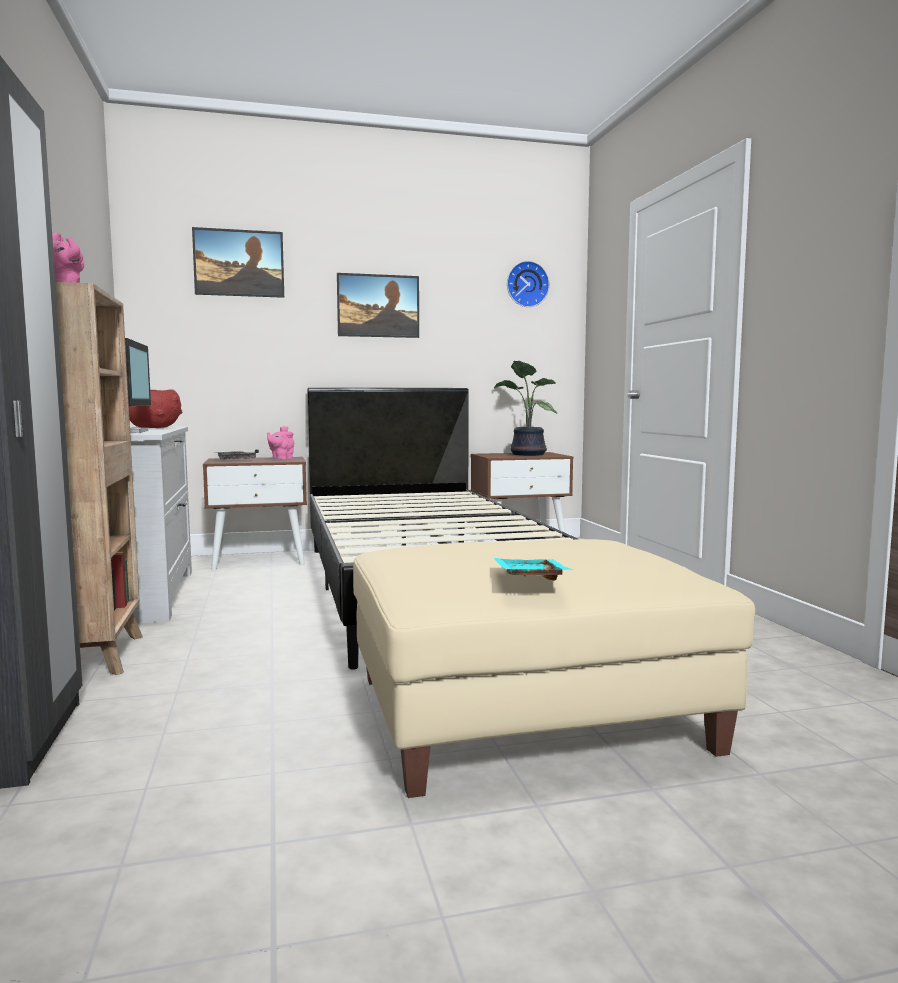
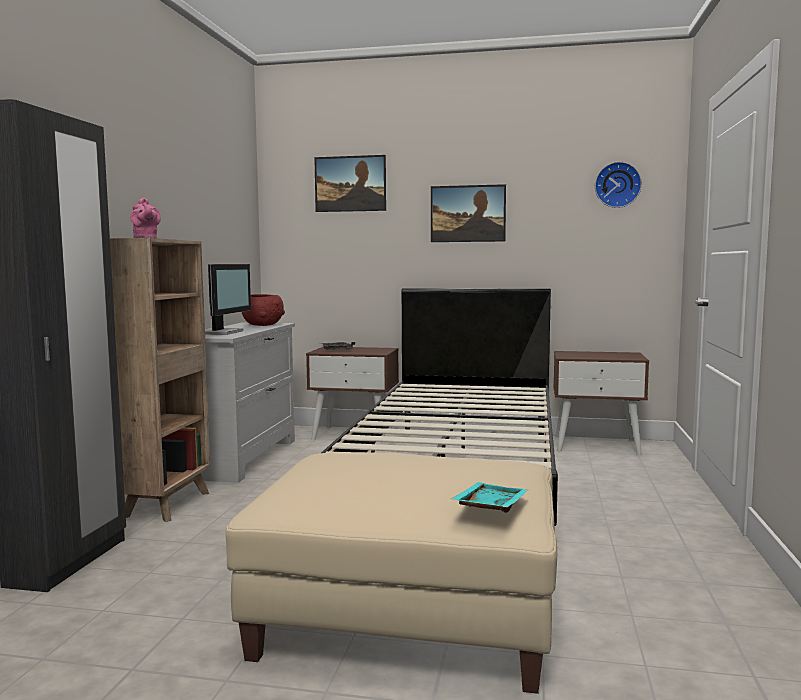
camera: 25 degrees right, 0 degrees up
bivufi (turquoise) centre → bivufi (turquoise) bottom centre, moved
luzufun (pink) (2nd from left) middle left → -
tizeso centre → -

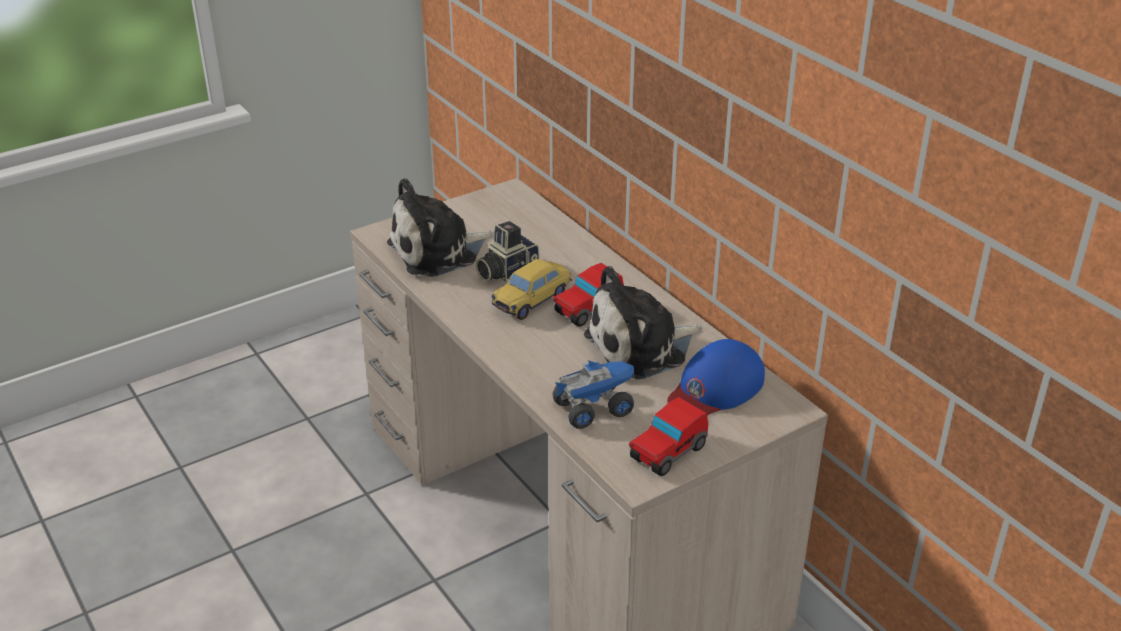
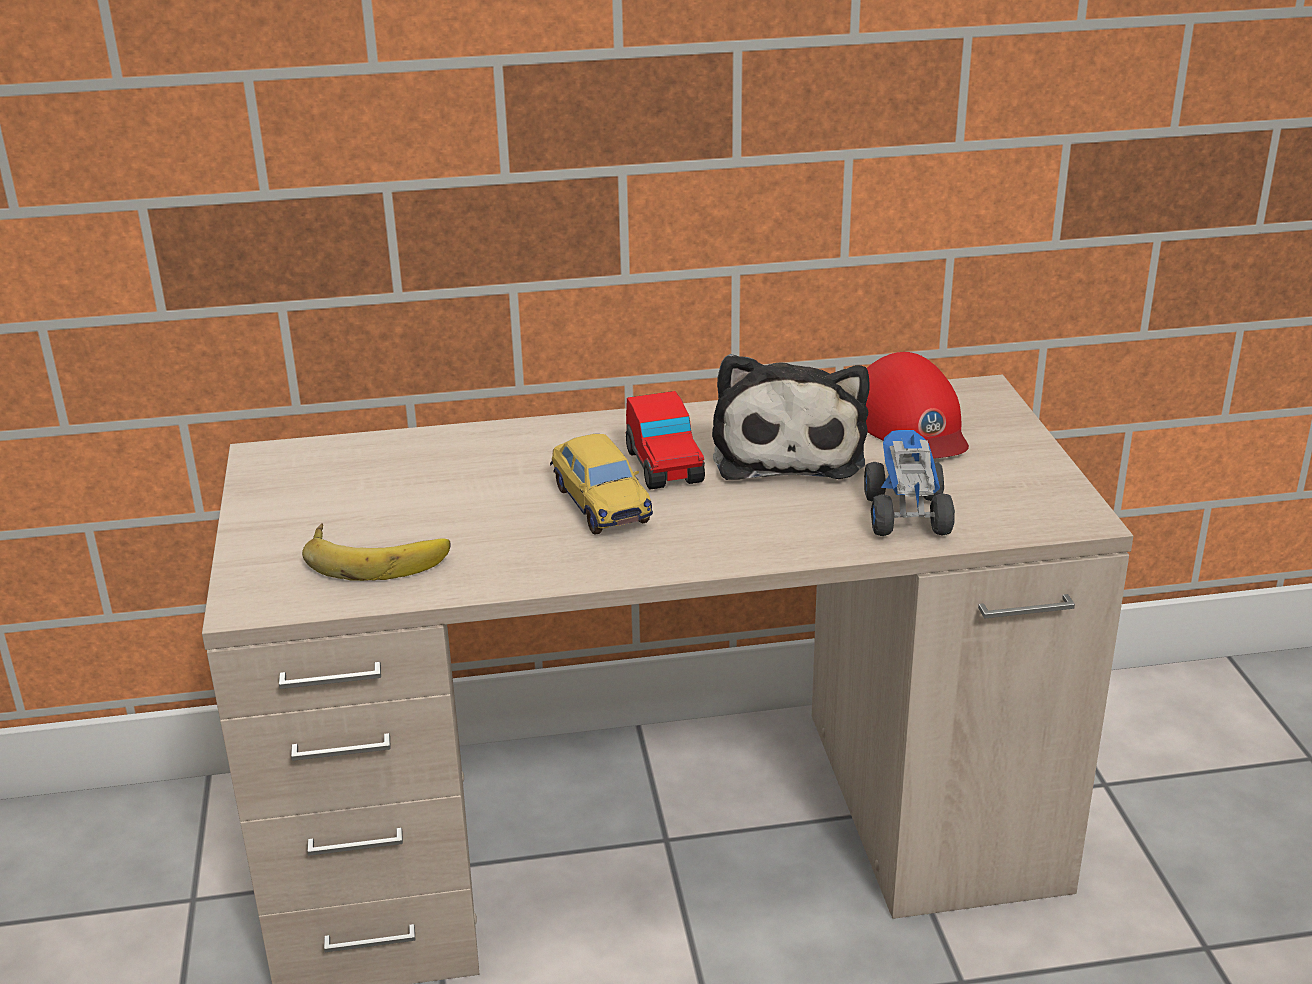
camera: 65 degrees left, 5 degrees down
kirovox (1st from left) centre → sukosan middle left
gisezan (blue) centre → gisezan (red) middle right
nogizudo centre → -
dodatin (3rd from left) bottom centre → -

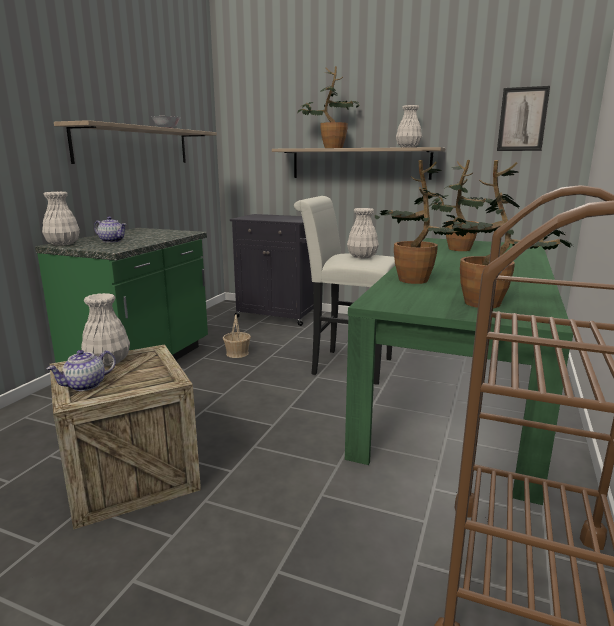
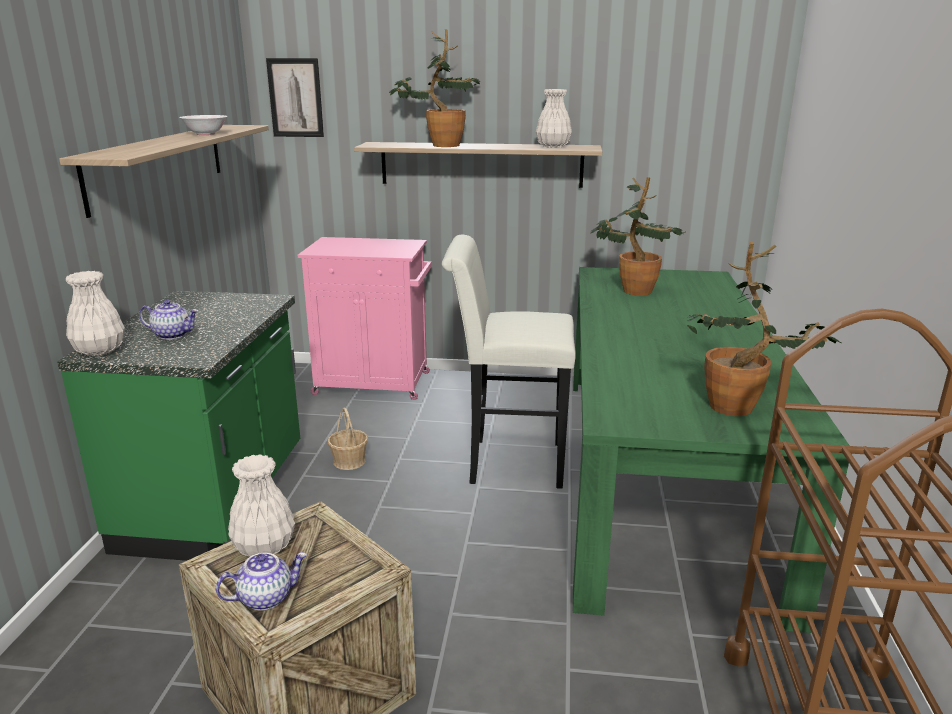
camera: 15 degrees left, 5 degrees up
luzufun (1st from left in the first image) middle left → luzufun (2nd from left) bottom left, 150 degrees counterclockwise
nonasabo top right → nonasabo top left, moved
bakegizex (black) centre → bakegizex (pink) centre
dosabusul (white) (3rd from left) centre → -
tizeso (2nd from left) middle right → -

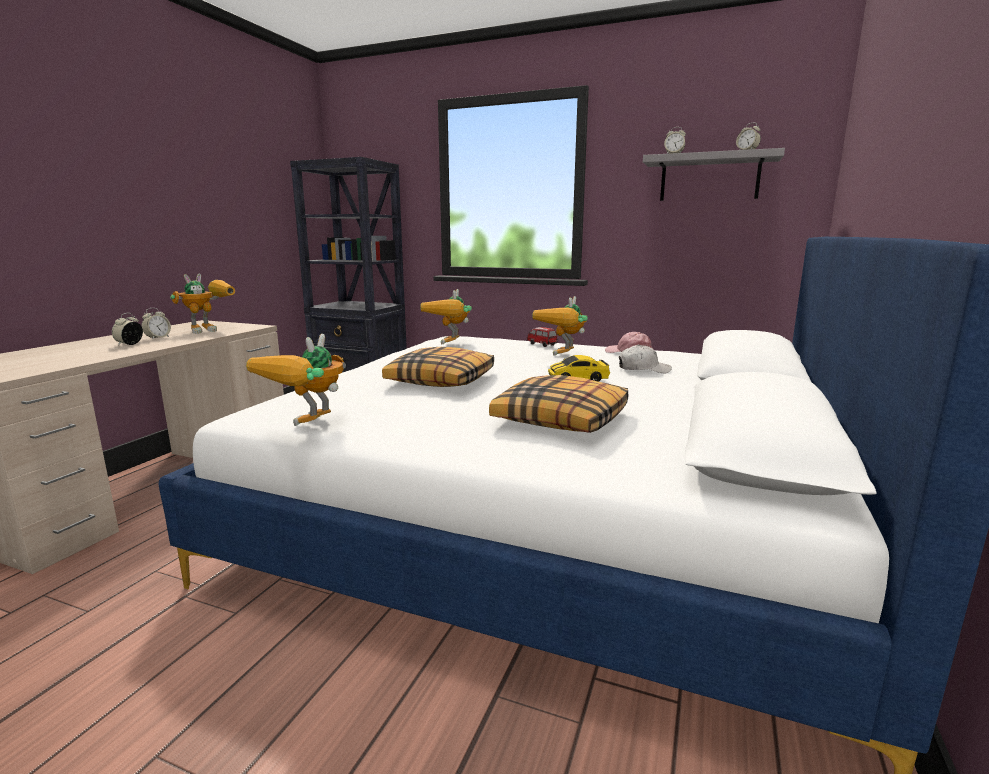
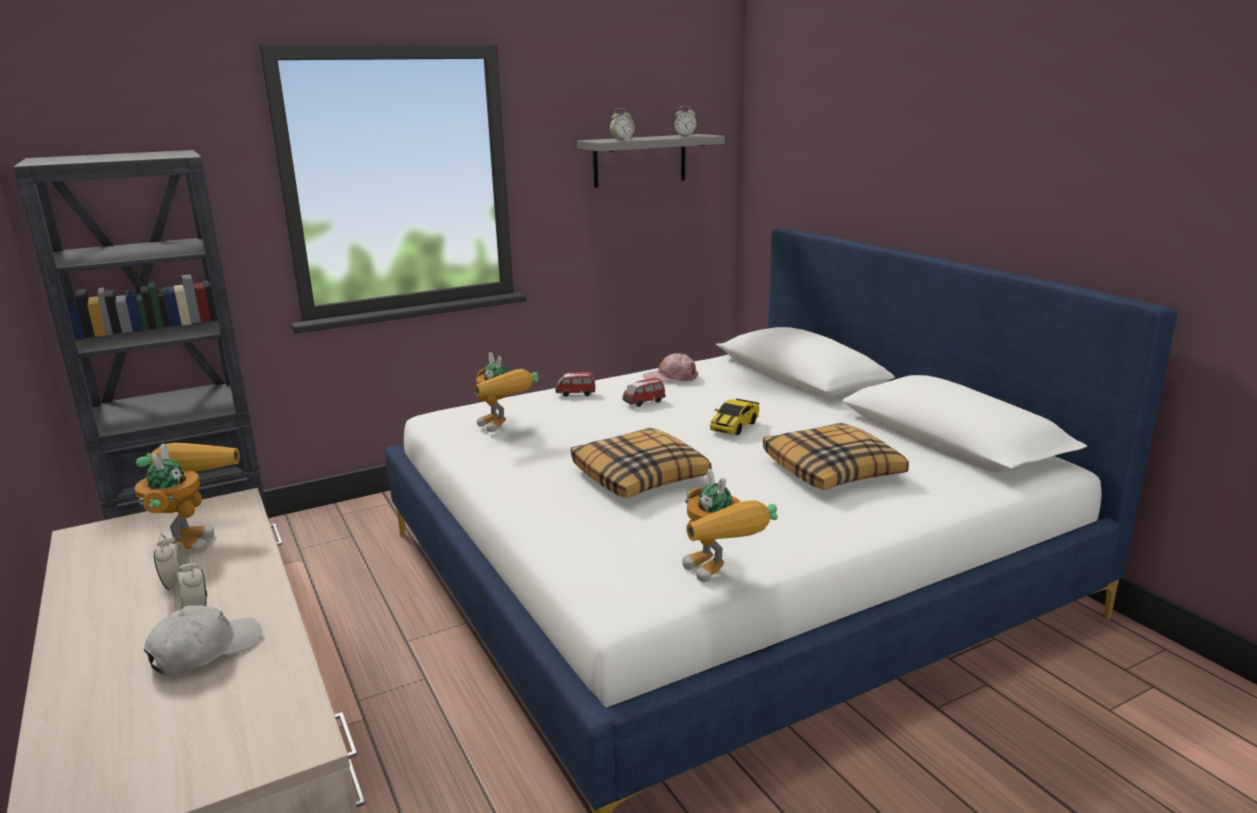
camera: 50 degrees left, 5 degrees up
gisezan (white) centre → gisezan (white) bottom left, moved
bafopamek (4th from left) centre → dodatin (2nd from left) centre

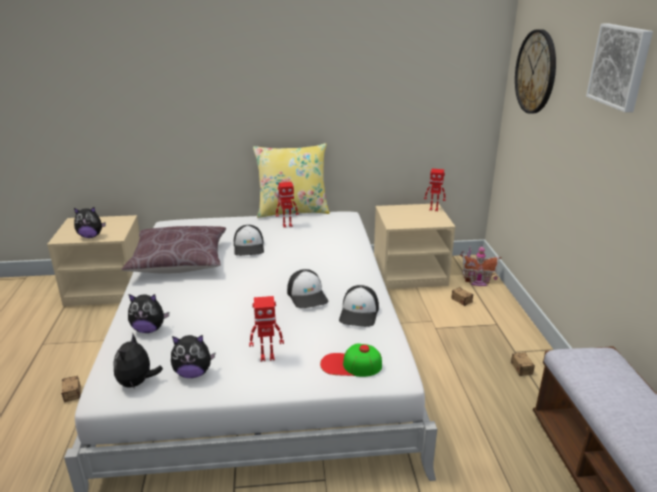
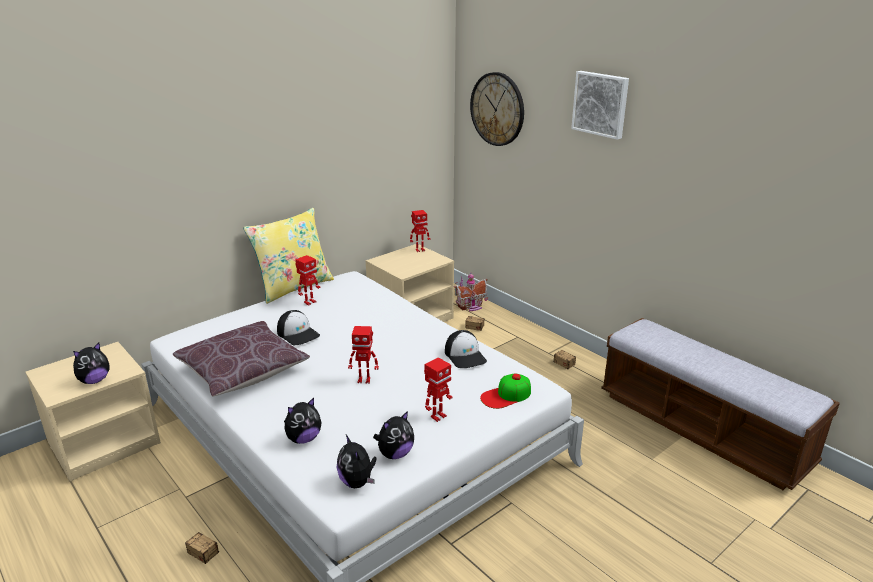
camera: 35 degrees left, 0 degrees up
- → bafopamek (2nd from left) centre
gisezan (2nd from left) centre → -

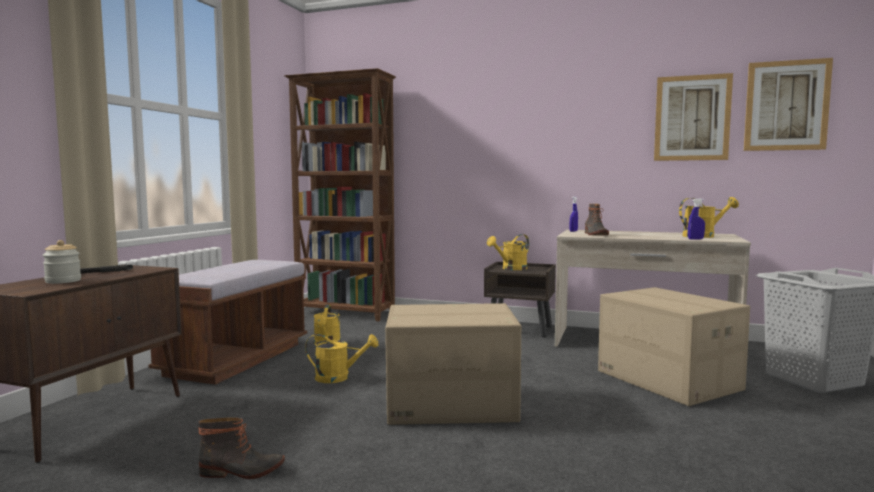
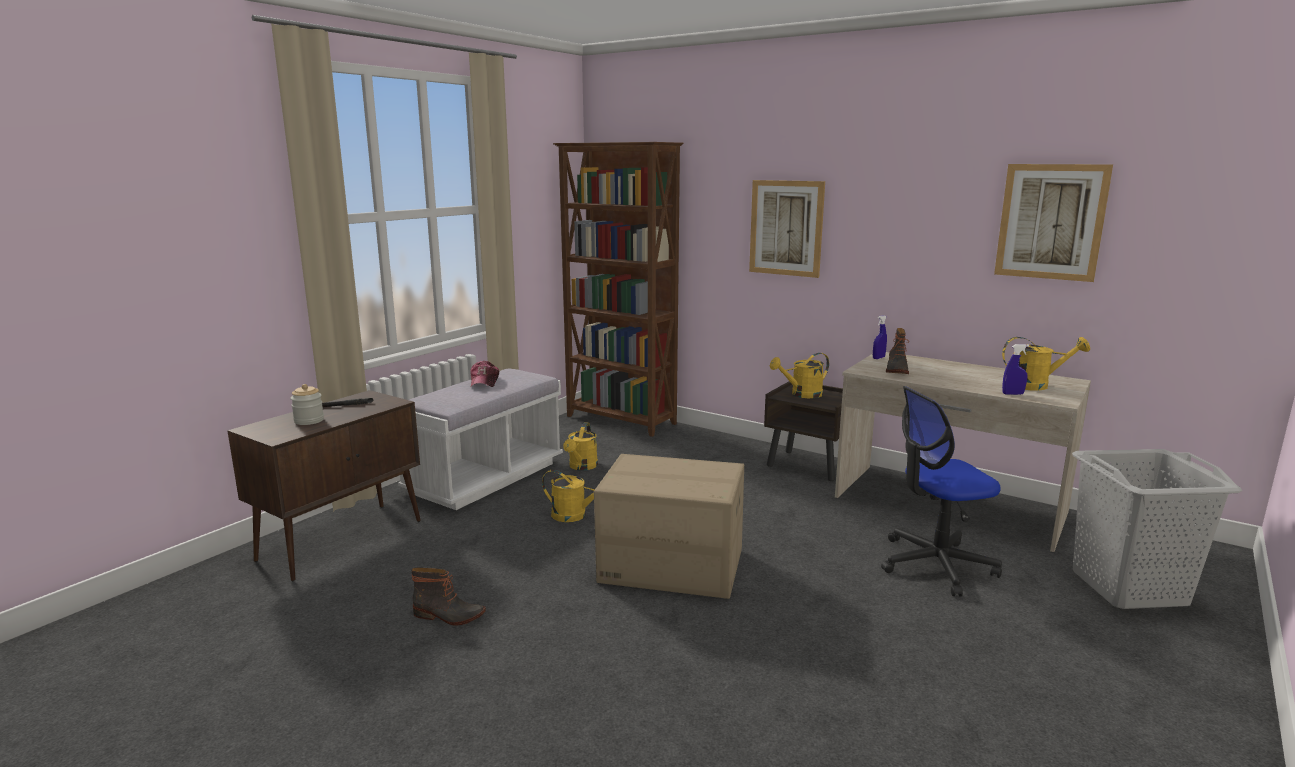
camera: 15 degrees right, 10 degrees up
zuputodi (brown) middle left → zuputodi (white) centre
- → gisezan centre
nonasabo (2nd from left in the first image) top right → nonasabo (1st from left) top centre, moved
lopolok (2nd from left) bottom right → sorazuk middle right

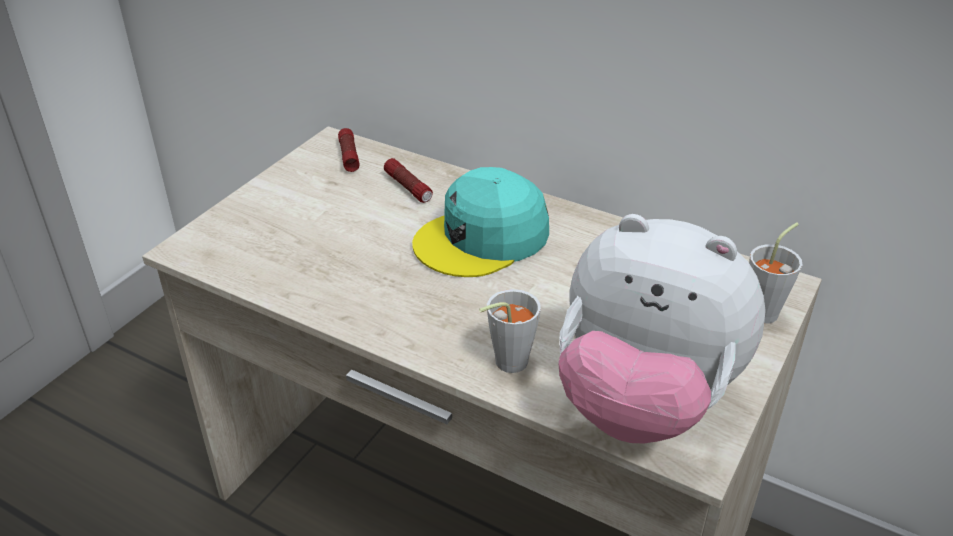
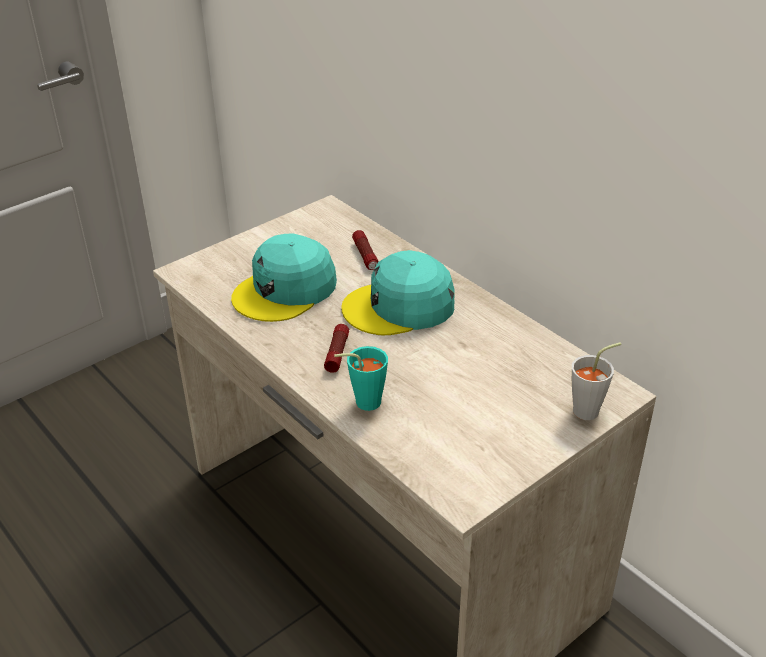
camera: 20 degrees right, 0 degrees up
- → gisezan (turquoise) (1st from left) centre
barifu (1st from left) top centre → barifu (1st from left) centre, moved
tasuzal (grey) (1st from left) centre → tasuzal (turquoise) centre
kirovox middle right → -

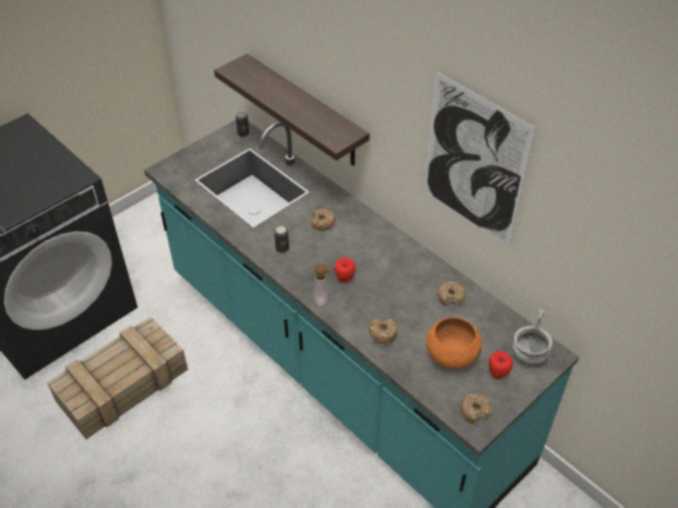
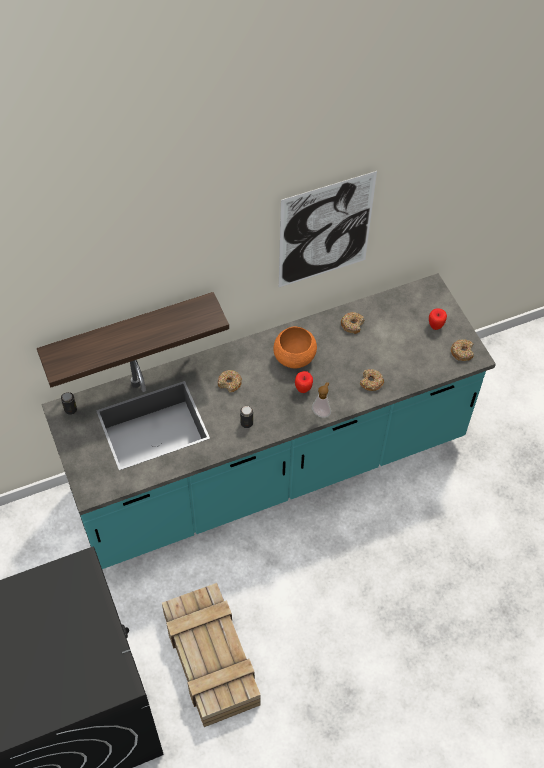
camera: 70 degrees left, 10 degrees up
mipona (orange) bottom right → mipona (orange) centre, moved
mipona (grey) middle right → -

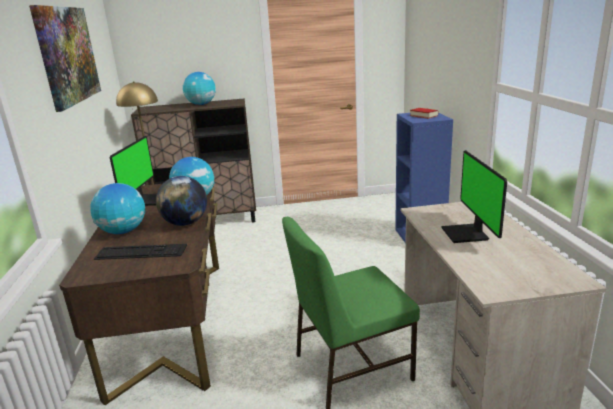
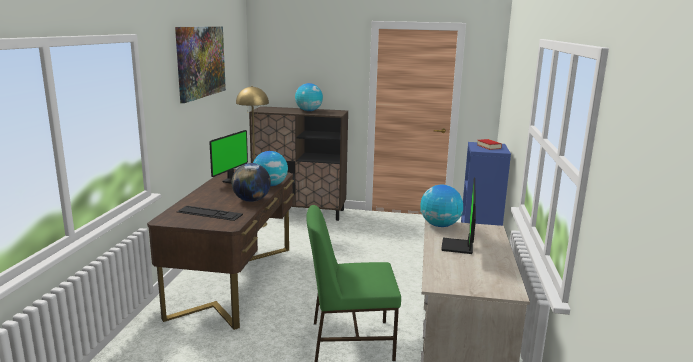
camera: 15 degrees right, 5 degrees down
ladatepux (1st from left in the first image) middle left → ladatepux (4th from left) centre, moved

